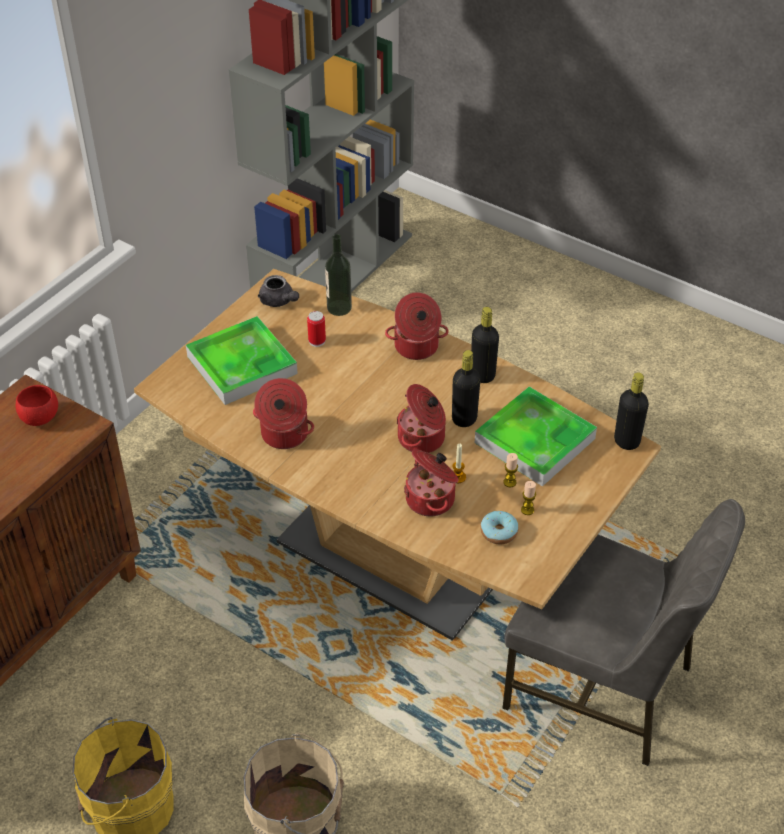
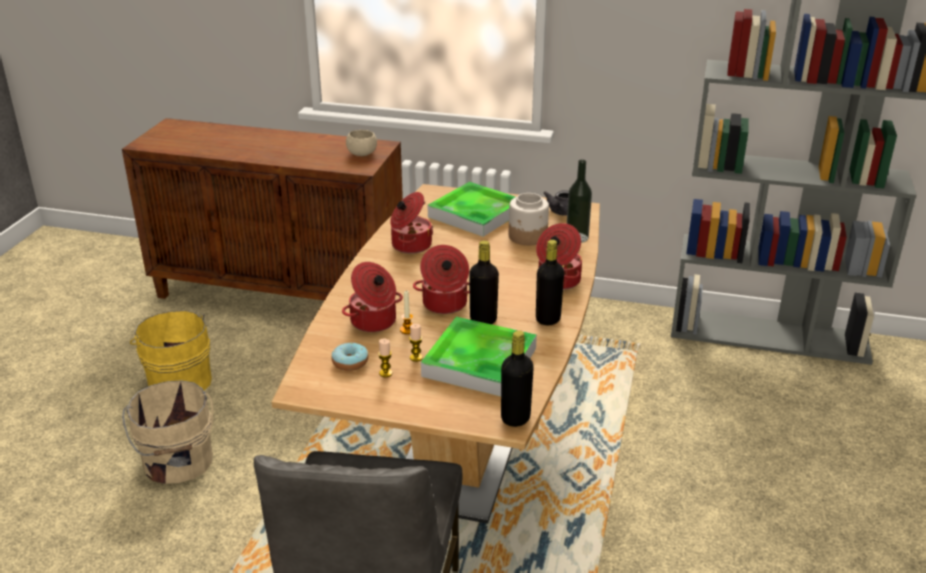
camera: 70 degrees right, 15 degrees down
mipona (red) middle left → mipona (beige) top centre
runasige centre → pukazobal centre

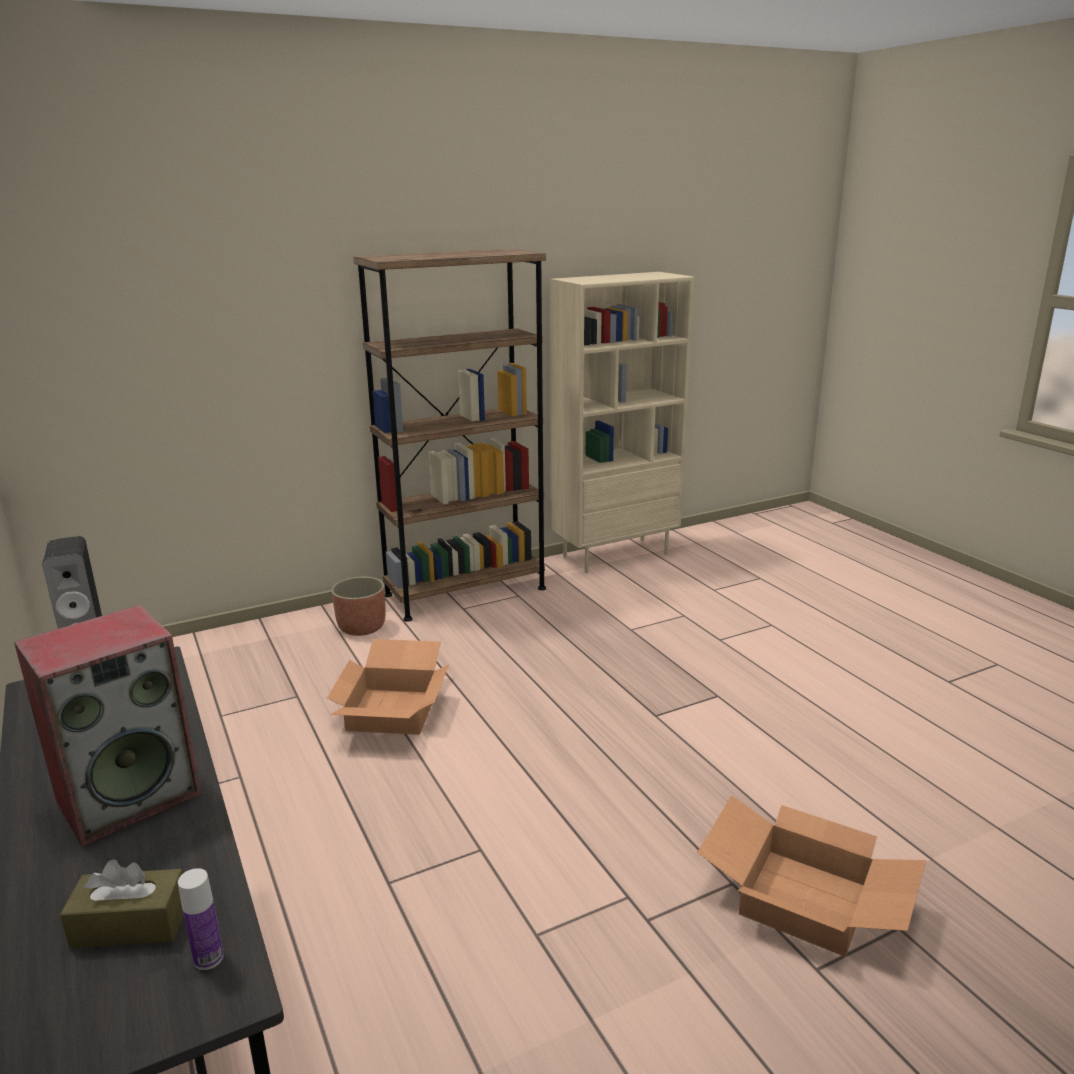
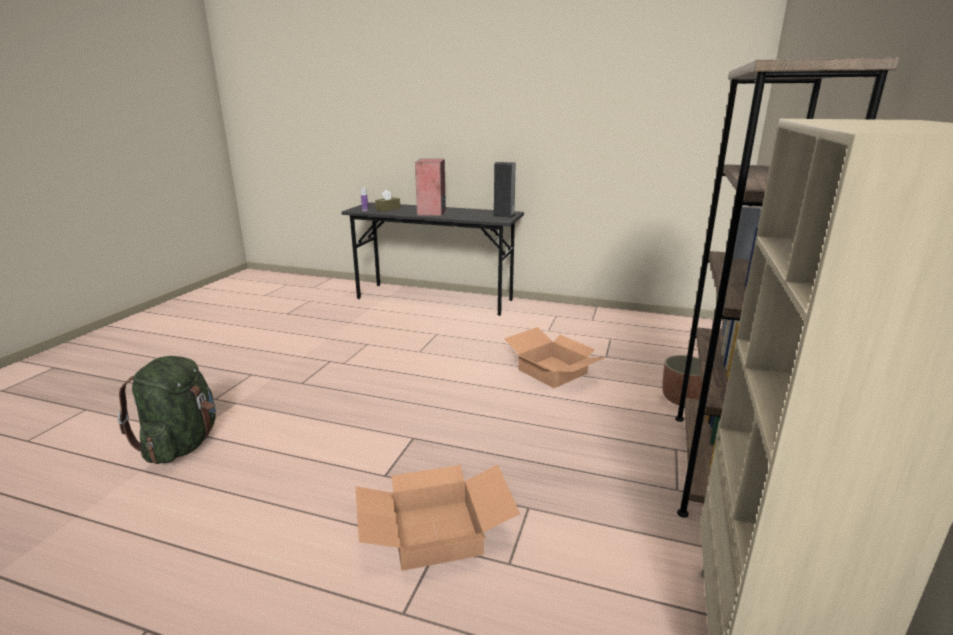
camera: 135 degrees right, 0 degrees up
- → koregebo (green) middle left
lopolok (2nd from left in the first image) bottom right → lopolok (1st from left) bottom centre, moved

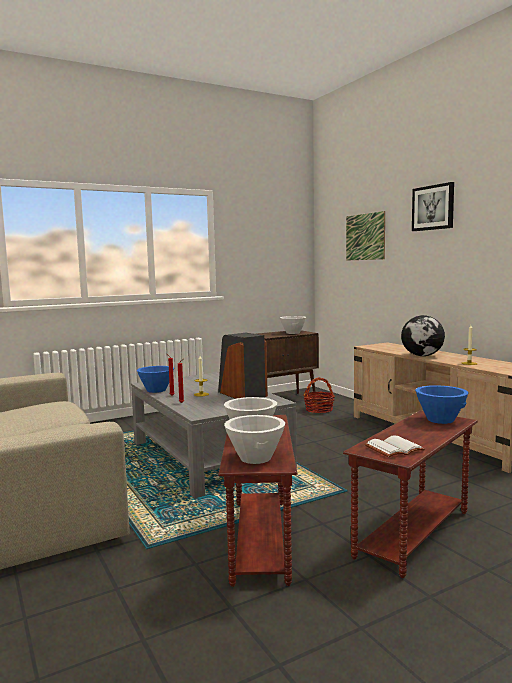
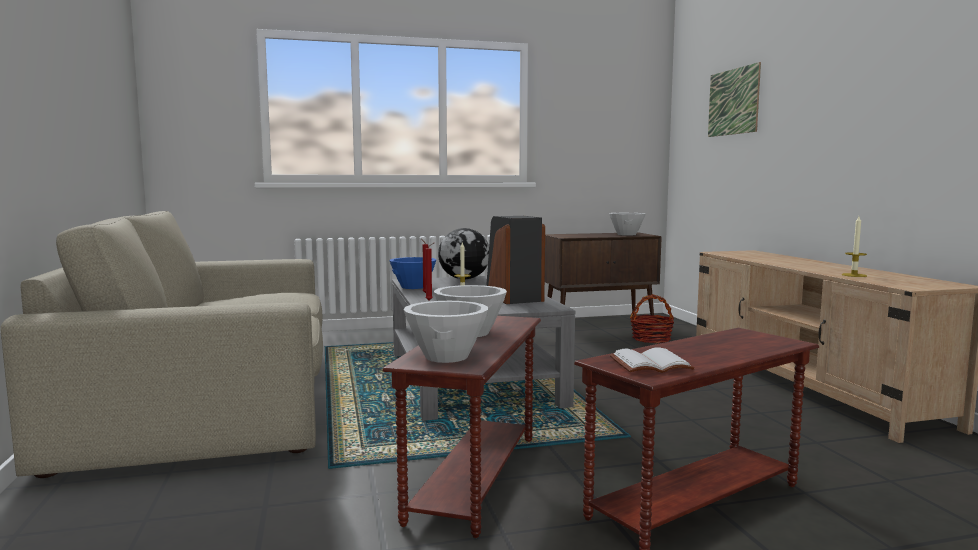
camera: 15 degrees right, 0 degrees up
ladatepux middle right → ladatepux centre, moved
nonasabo (2nd from left) top right → -
mipona (blue) (2nd from left) middle right → -

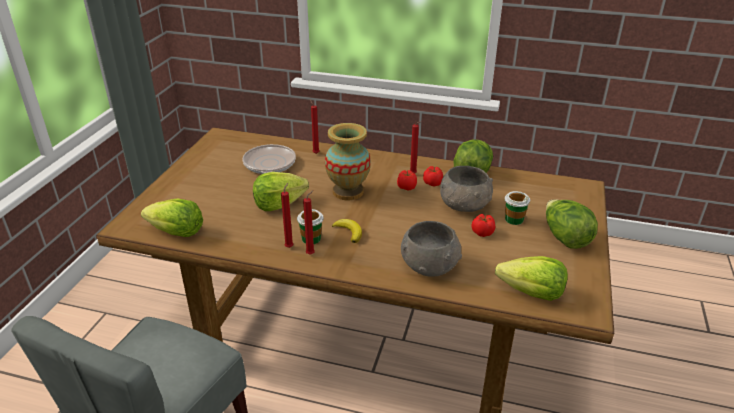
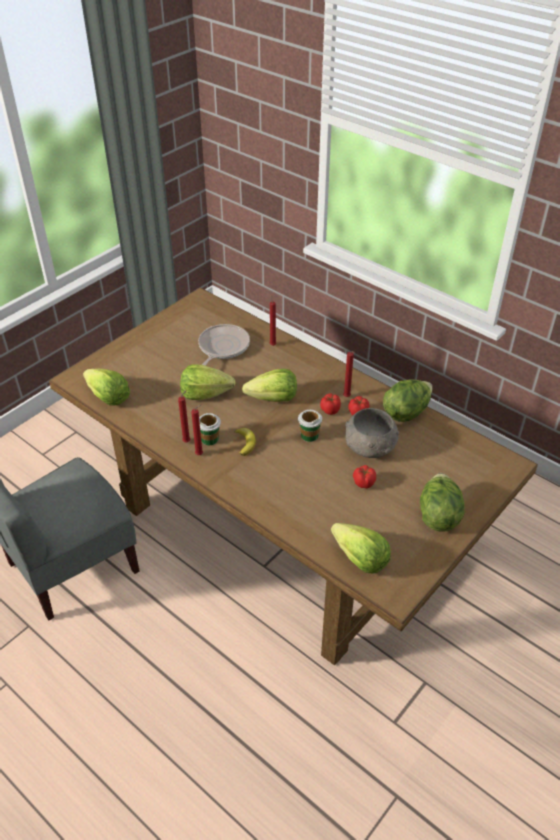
camera: 25 degrees right, 10 degrees up
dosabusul centre → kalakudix (3rd from left) centre
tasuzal (2nd from left) middle right → tasuzal (2nd from left) centre, moved
mipona (grey) (1st from left) centre → -

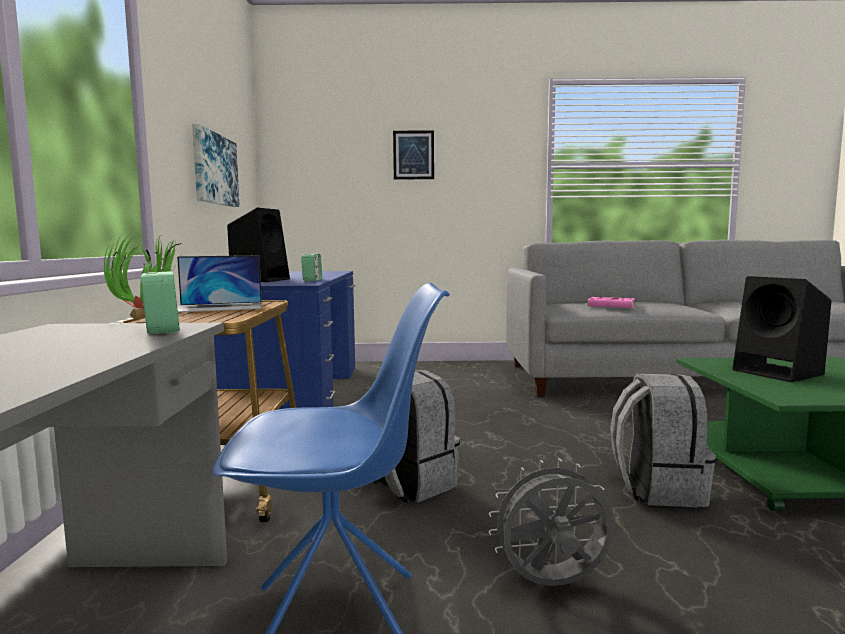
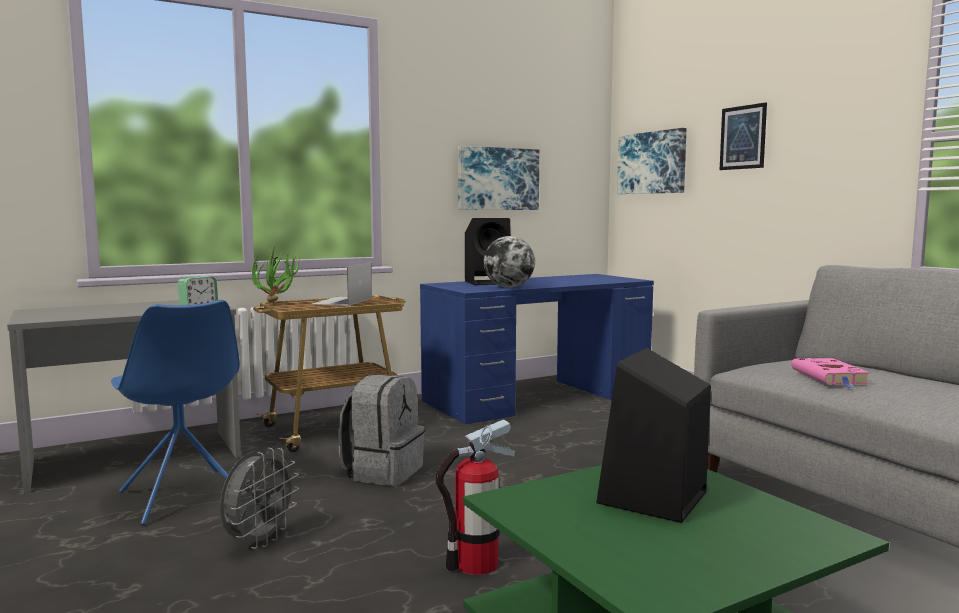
camera: 60 degrees right, 0 degrees up
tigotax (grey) bottom centre → tigotax (grey) bottom left, 60 degrees clockwise
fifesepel middle left → fifesepel centre, 60 degrees clockwise
koregebo (grey) (2nd from left) bottom right → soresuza bottom centre
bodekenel (2nd from left) centre → ladatepux centre
- → nonasabo (2nd from left) top right

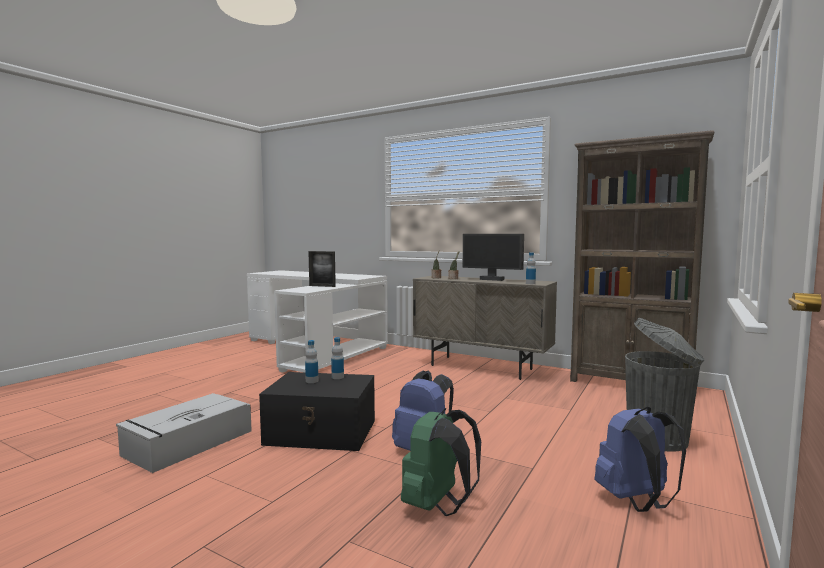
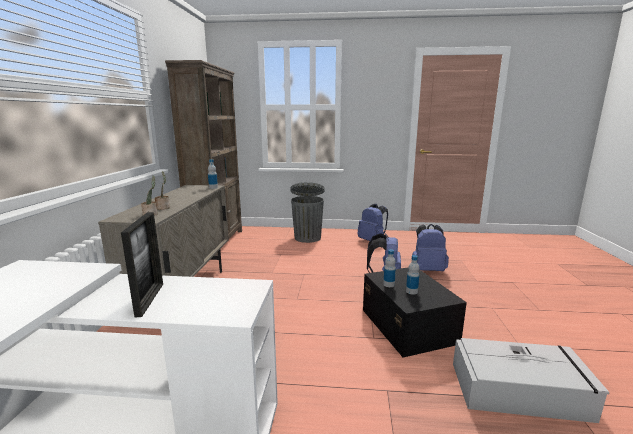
camera: 115 degrees left, 10 degrees up
koregebo (green) bottom centre → koregebo (blue) (3rd from left) middle right
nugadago centre → -

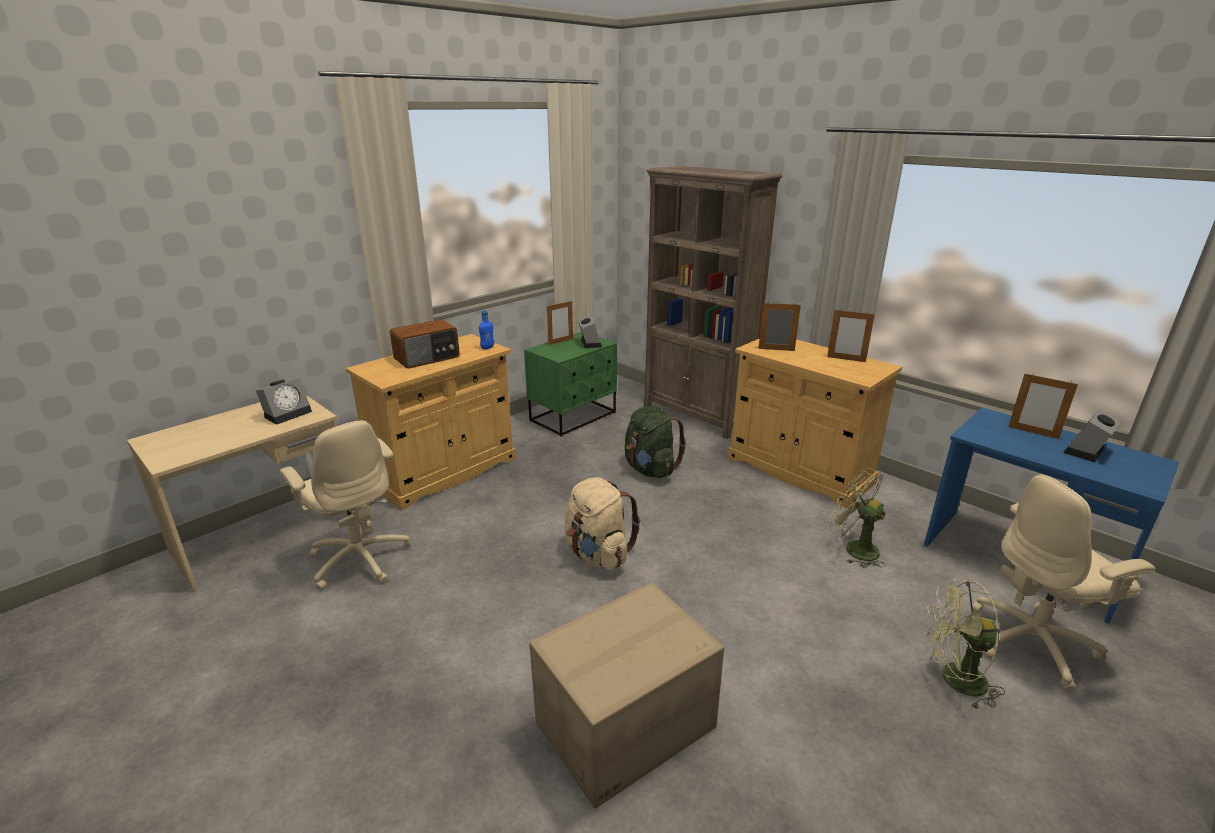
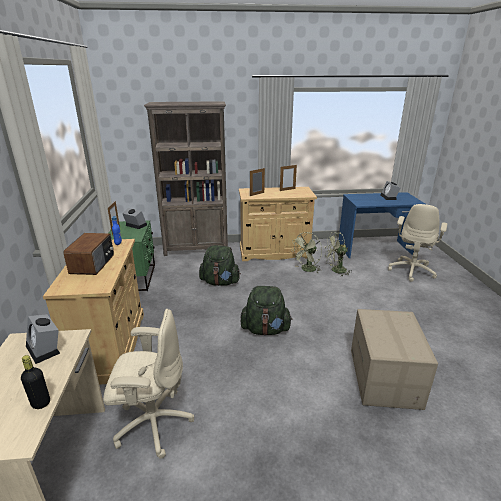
camera: 50 degrees left, 0 degrees up
- → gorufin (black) bottom left
bodekenel (1st from left) middle left → bodekenel (1st from left) bottom left, 150 degrees clockwise
koregebo (beige) centre → koregebo (green) (2nd from left) centre
tigotax (green) (2nd from left in the first image) bottom right → tigotax (green) (1st from left) centre, moved
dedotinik (4th from left) middle right → -

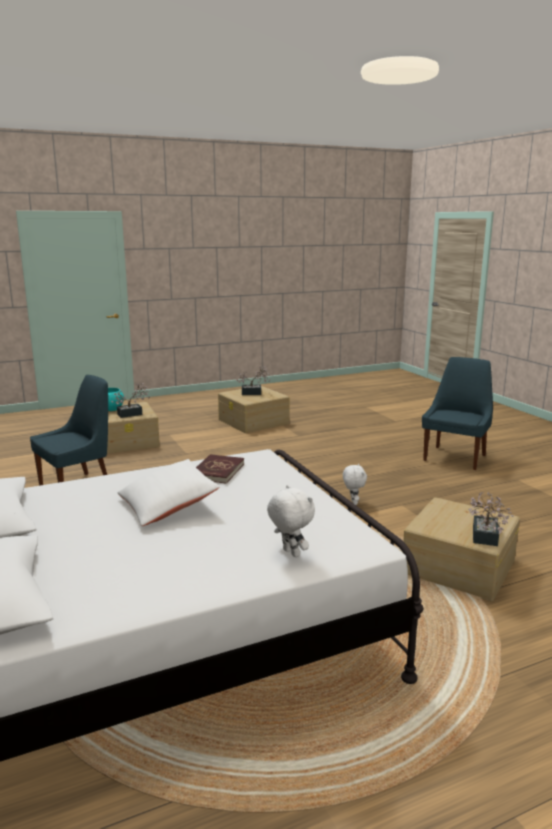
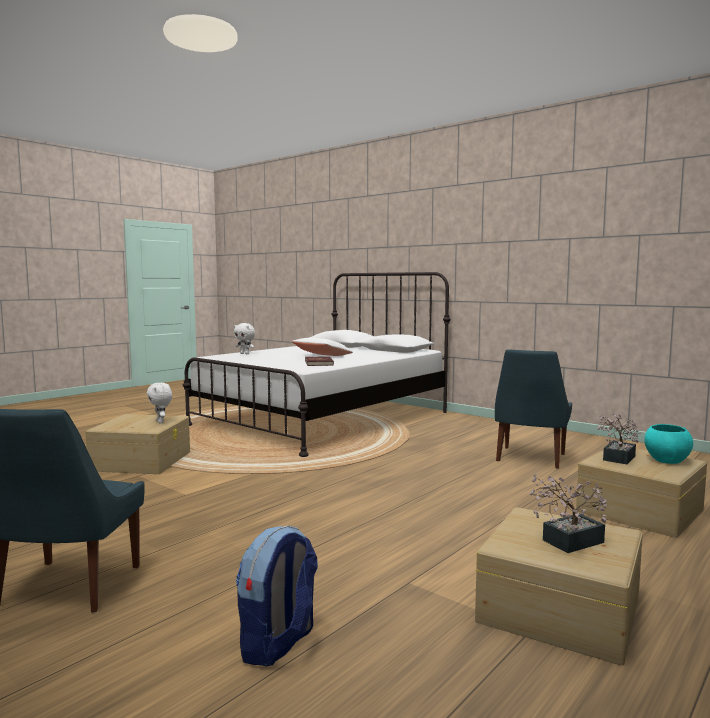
camera: 155 degrees right, 10 degrees down
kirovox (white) (2nd from left in the first image) centre → kirovox (white) (1st from left) middle left, moved
- → koregebo bottom centre
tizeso (3rd from left) middle right → -

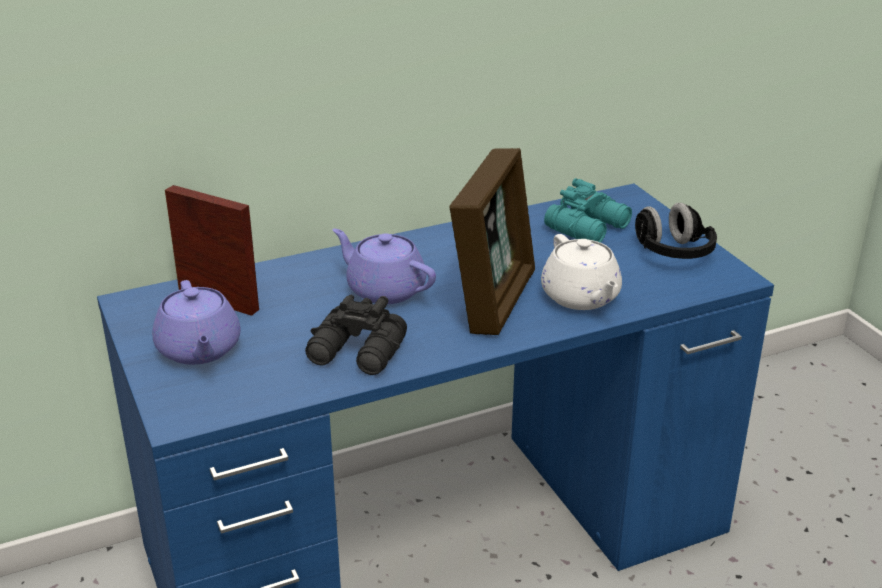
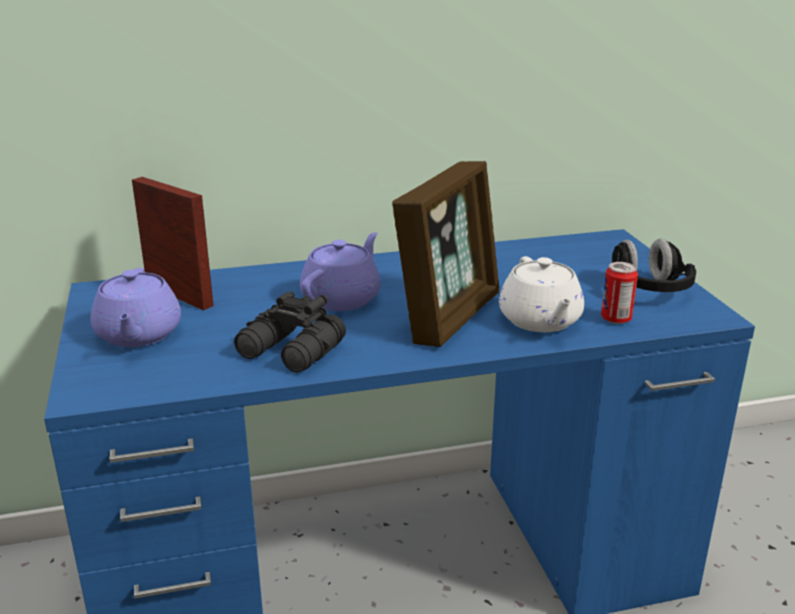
camera: 10 degrees right, 5 degrees down
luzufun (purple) (2nd from left) centre, 75 degrees clockwise
- → runasige middle right
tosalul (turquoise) middle right → -

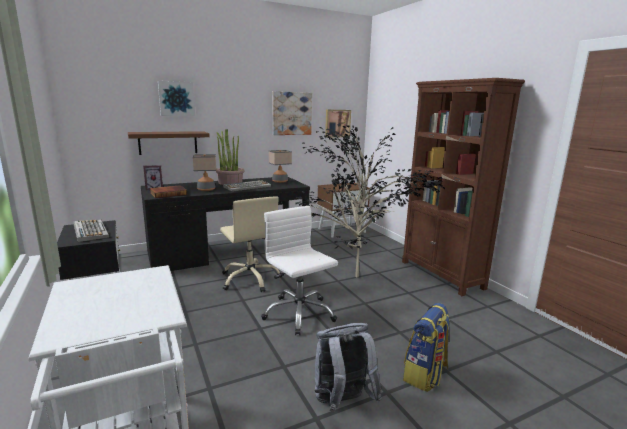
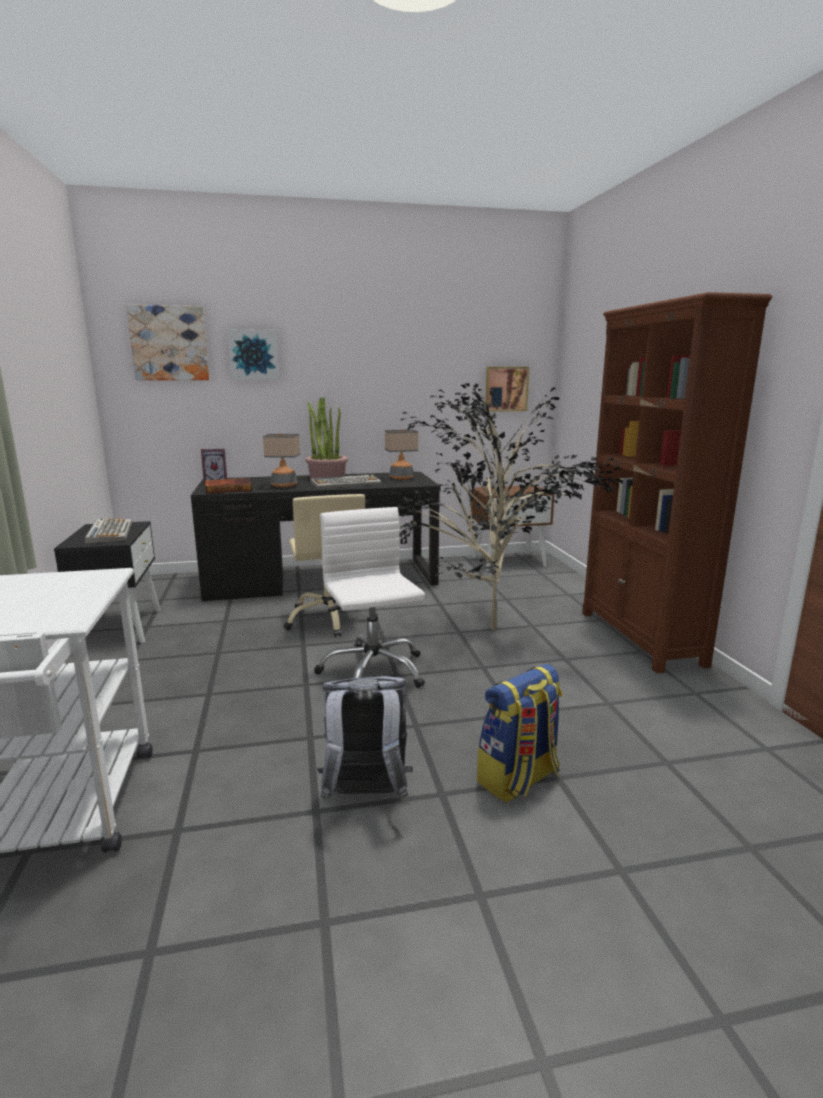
camera: 15 degrees right, 0 degrees up
nonasabo (2nd from left in the first image) top centre → nonasabo (1st from left) top left, moved
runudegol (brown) middle left → -

